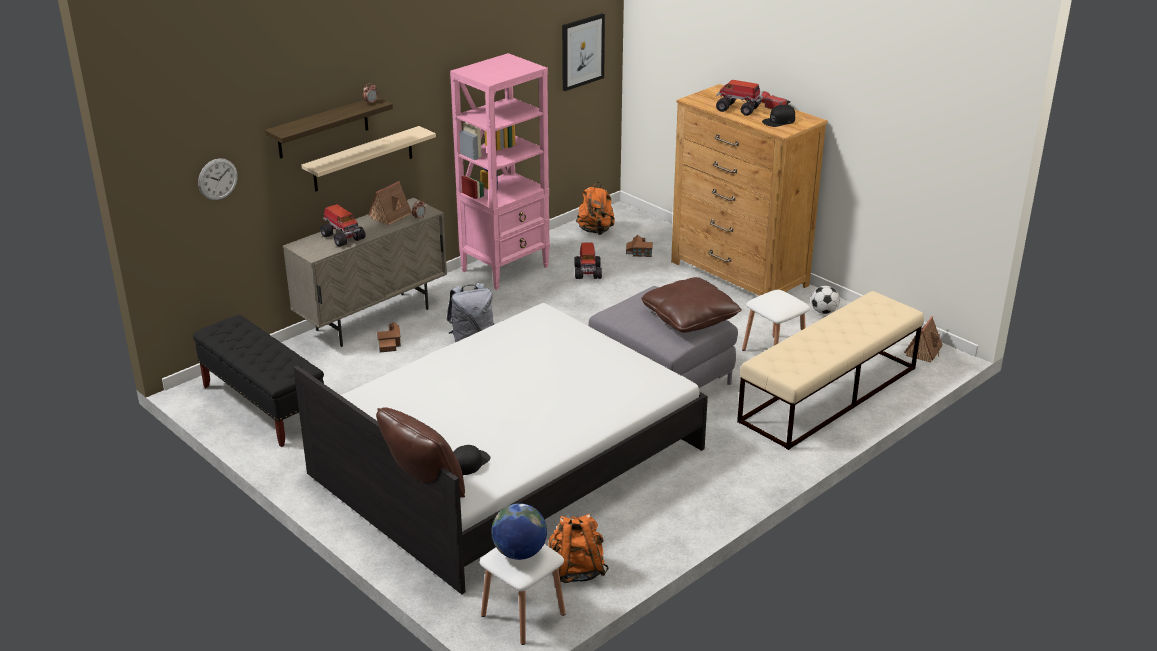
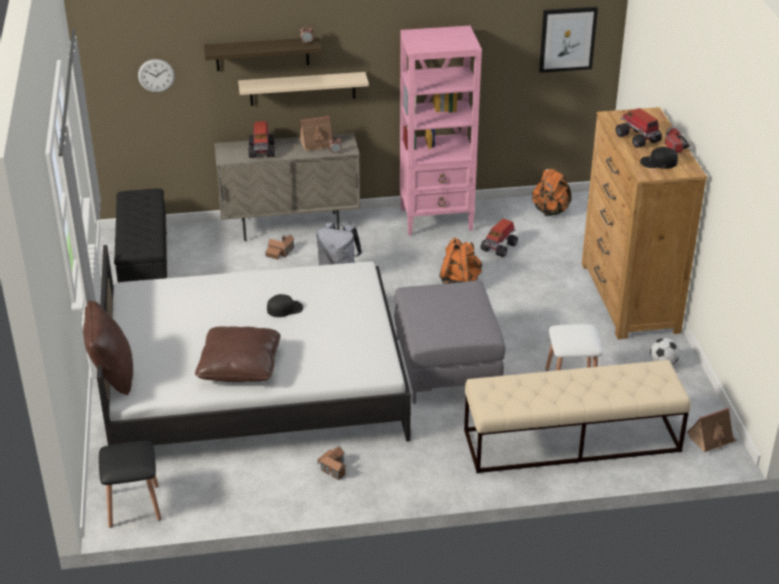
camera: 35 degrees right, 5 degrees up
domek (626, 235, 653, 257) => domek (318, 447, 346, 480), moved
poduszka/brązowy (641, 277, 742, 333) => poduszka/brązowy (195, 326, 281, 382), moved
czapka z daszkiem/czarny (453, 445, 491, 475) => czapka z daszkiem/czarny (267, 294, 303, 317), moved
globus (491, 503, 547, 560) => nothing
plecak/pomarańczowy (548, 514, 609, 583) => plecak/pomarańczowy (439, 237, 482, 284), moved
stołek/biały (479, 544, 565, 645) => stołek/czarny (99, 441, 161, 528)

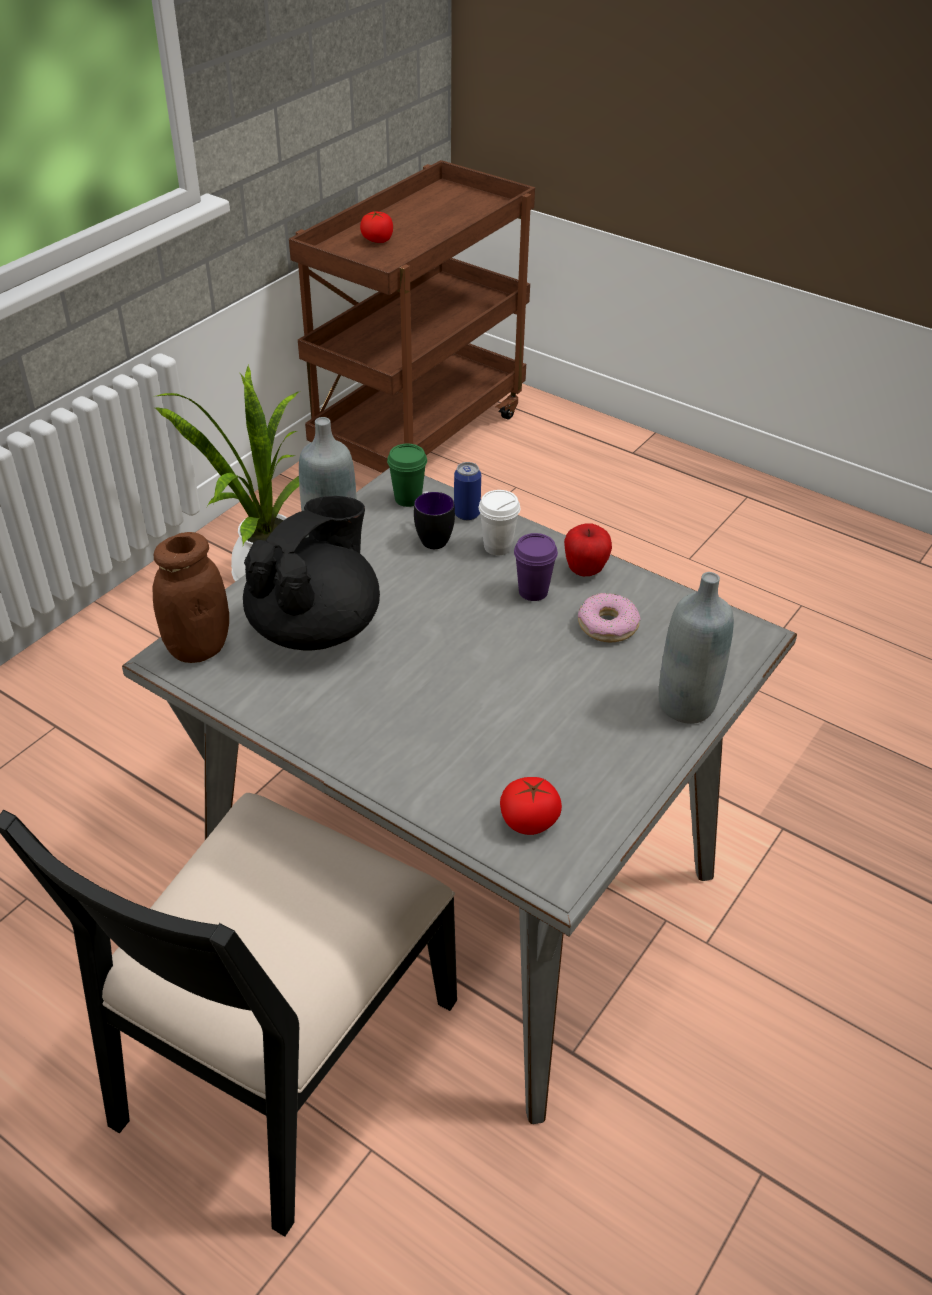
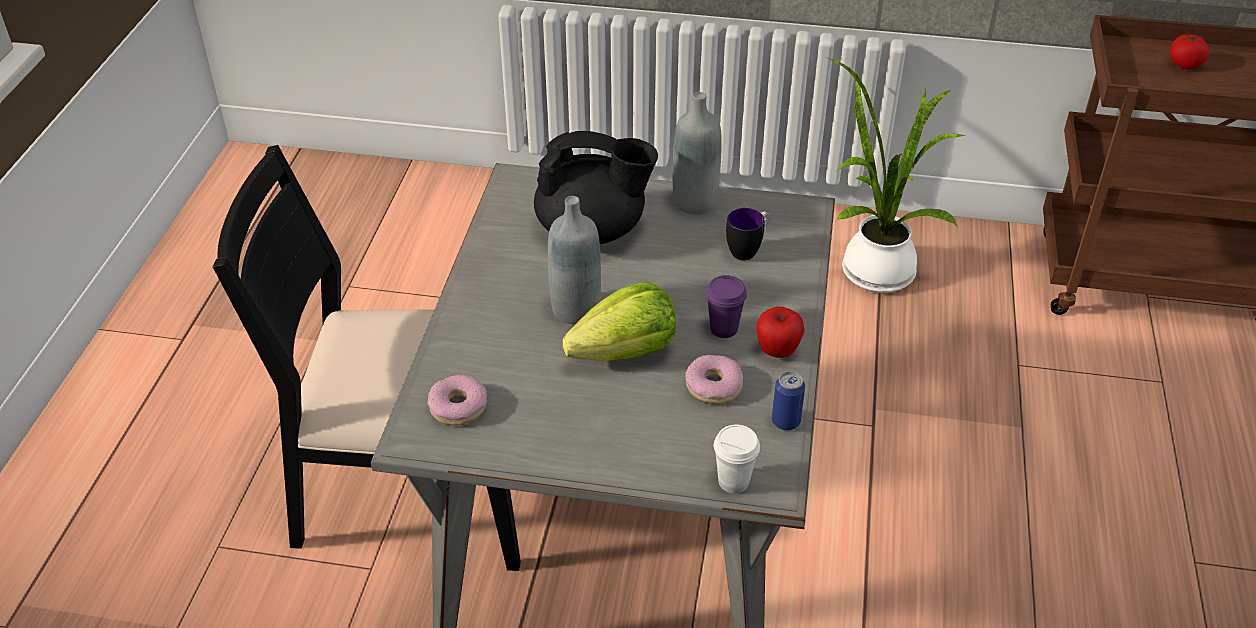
camera: 65 degrees right, 0 degrees up
filiżanka/zielony (387, 444, 427, 507) => nothing
puszka (454, 462, 481, 521) => puszka (772, 371, 805, 431), moved
filiżanka/biały (479, 490, 520, 555) => filiżanka/biały (714, 425, 760, 493), moved
słoik/brązowy (153, 532, 229, 663) => nothing
butelka/szary (659, 572, 734, 724) => butelka/szary (548, 196, 601, 325), moved
pomidor (500, 777, 562, 835) => donut (428, 374, 487, 425)
nothing => sałata (562, 282, 676, 361)

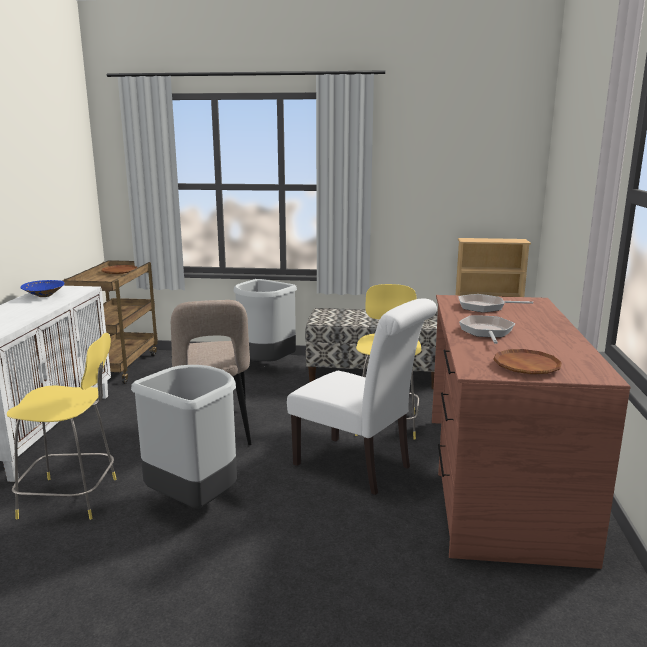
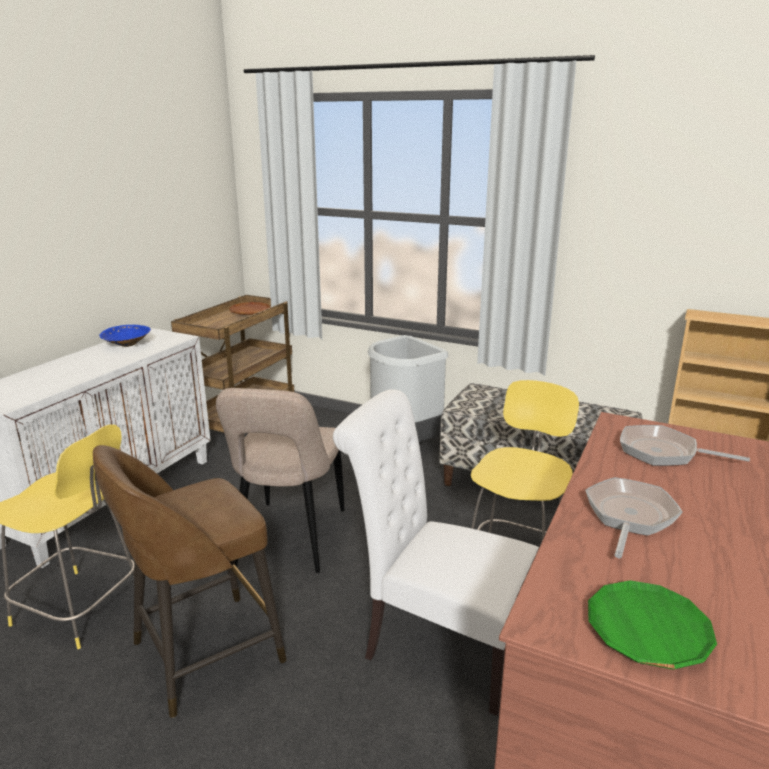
camera: 20 degrees right, 5 degrees up
krzesło/biały (287, 298, 437, 495) => krzesło/biały (333, 389, 539, 716), 150 degrees clockwise
talerz/brązowy (493, 349, 562, 374) => talerz/zielony (588, 580, 717, 670)
kosz na śmieci/szary (131, 365, 237, 509) => stołek/brązowy (93, 445, 287, 718)

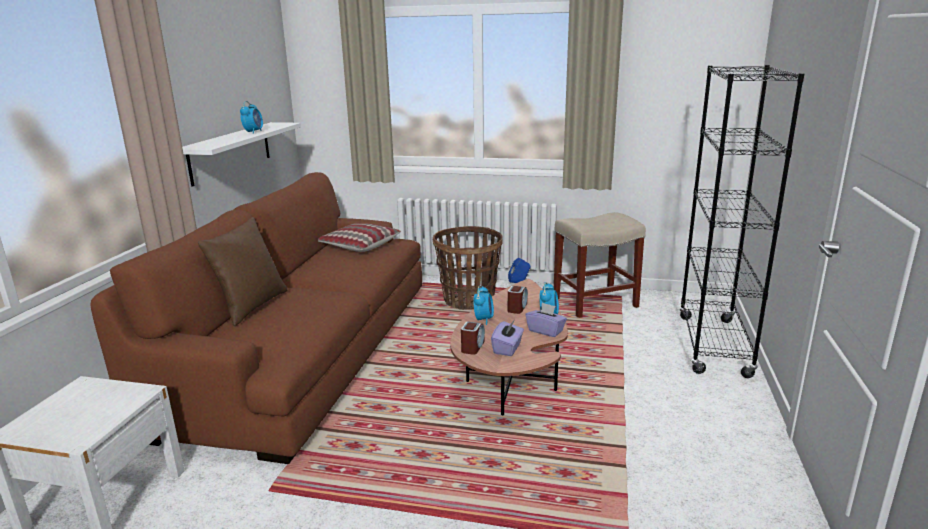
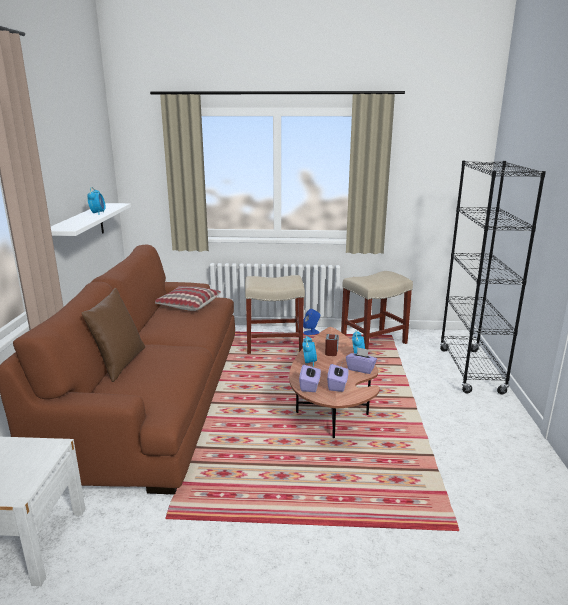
camera: 10 degrees left, 0 degrees up
koszyk (433, 226, 503, 310) => stołek/beżowy (245, 275, 305, 354)
budzik (461, 322, 485, 355) => pudełko chusteczek/fioletowy (299, 365, 321, 392)

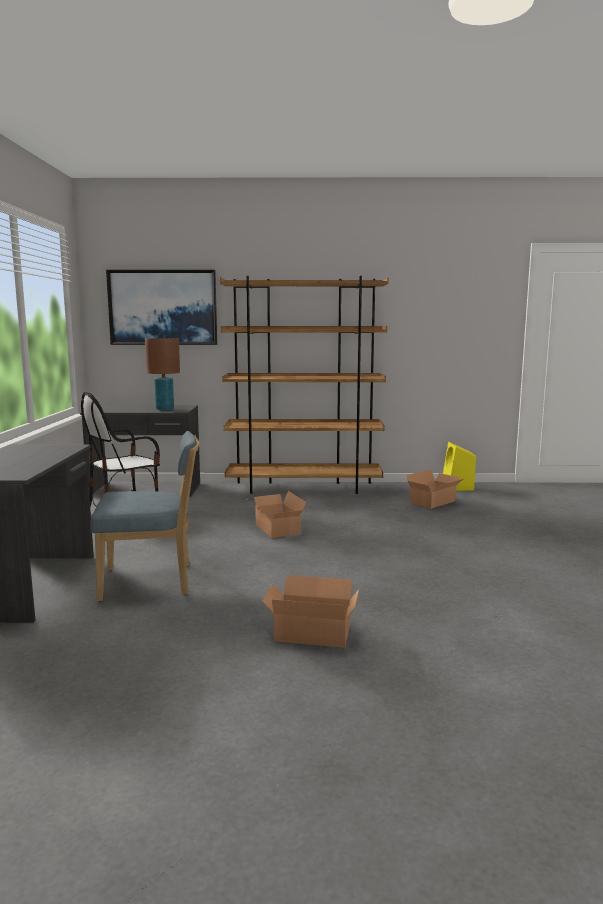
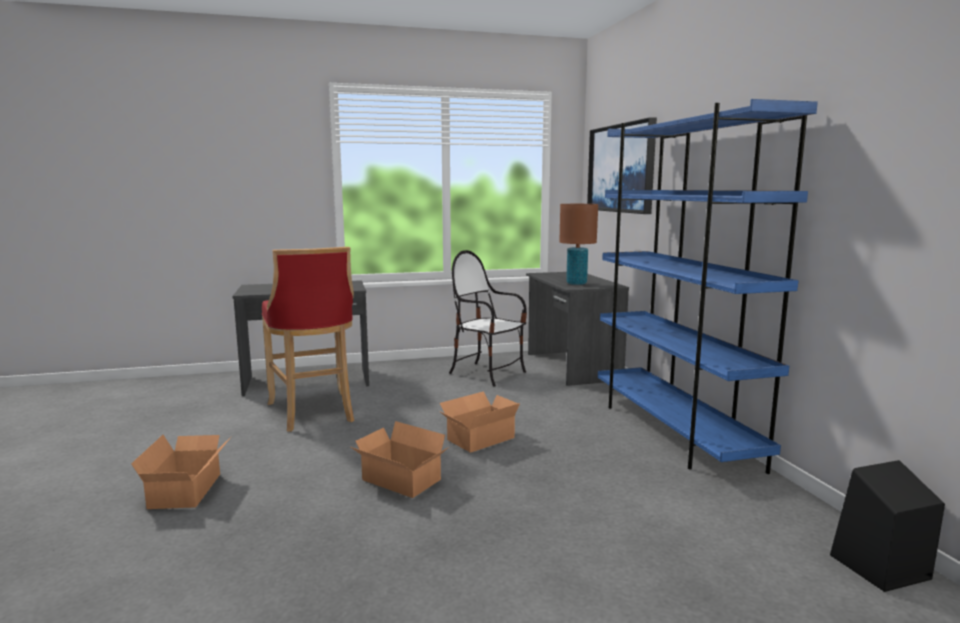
camera: 75 degrees right, 0 degrees up
regał/brązowy (220, 276, 389, 494) => regał/niebieski (598, 99, 818, 474)
krzesło/niebieski (90, 431, 199, 602) => stołek/czerwony (262, 247, 354, 432)
głośnik/żółty (443, 442, 476, 491) => głośnik/czarny (830, 460, 945, 592)
karton (407, 469, 463, 509) => karton (351, 421, 447, 498), moved

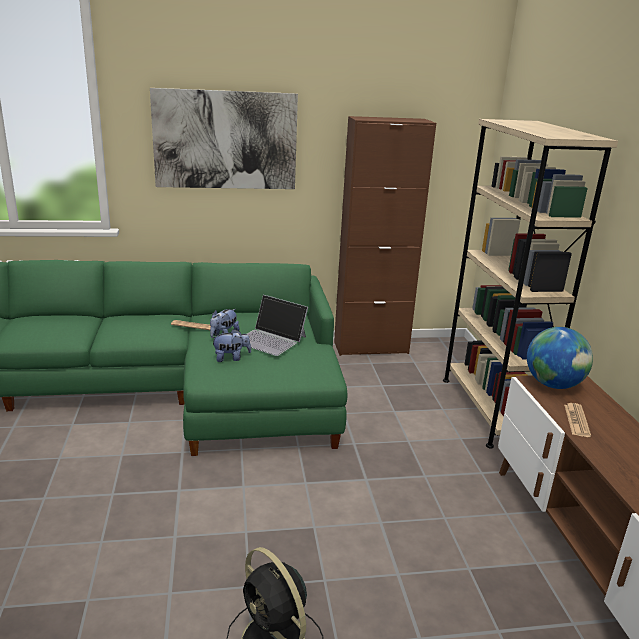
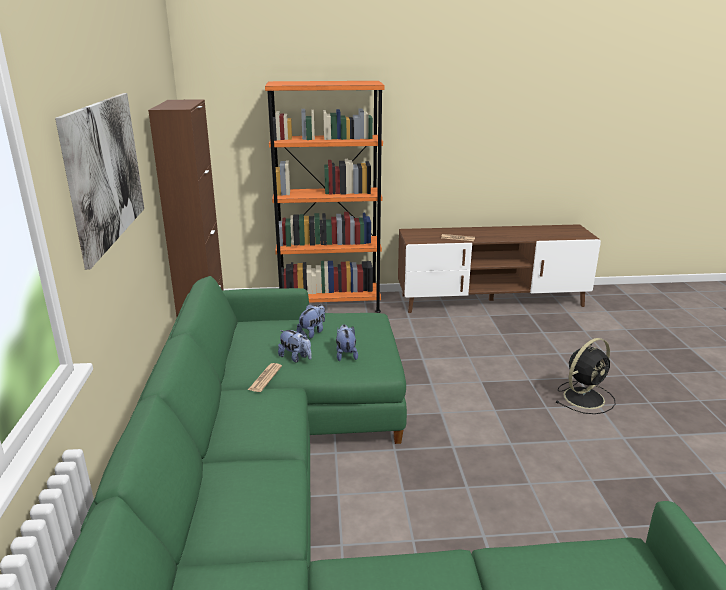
camera: 85 degrees left, 0 degrees up
regał/beżowy (443, 119, 618, 448) => regał/pomarańczowy (265, 81, 385, 313)
laptop (247, 295, 308, 356) => pluszak (297, 304, 325, 338)
globus (527, 327, 593, 389) => nothing

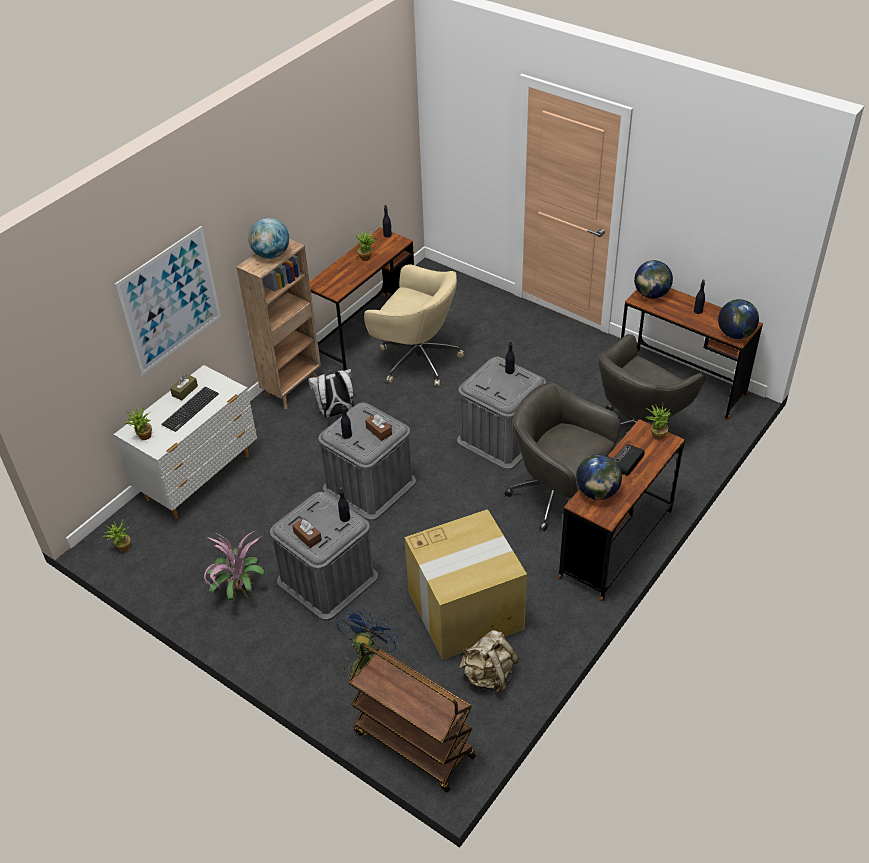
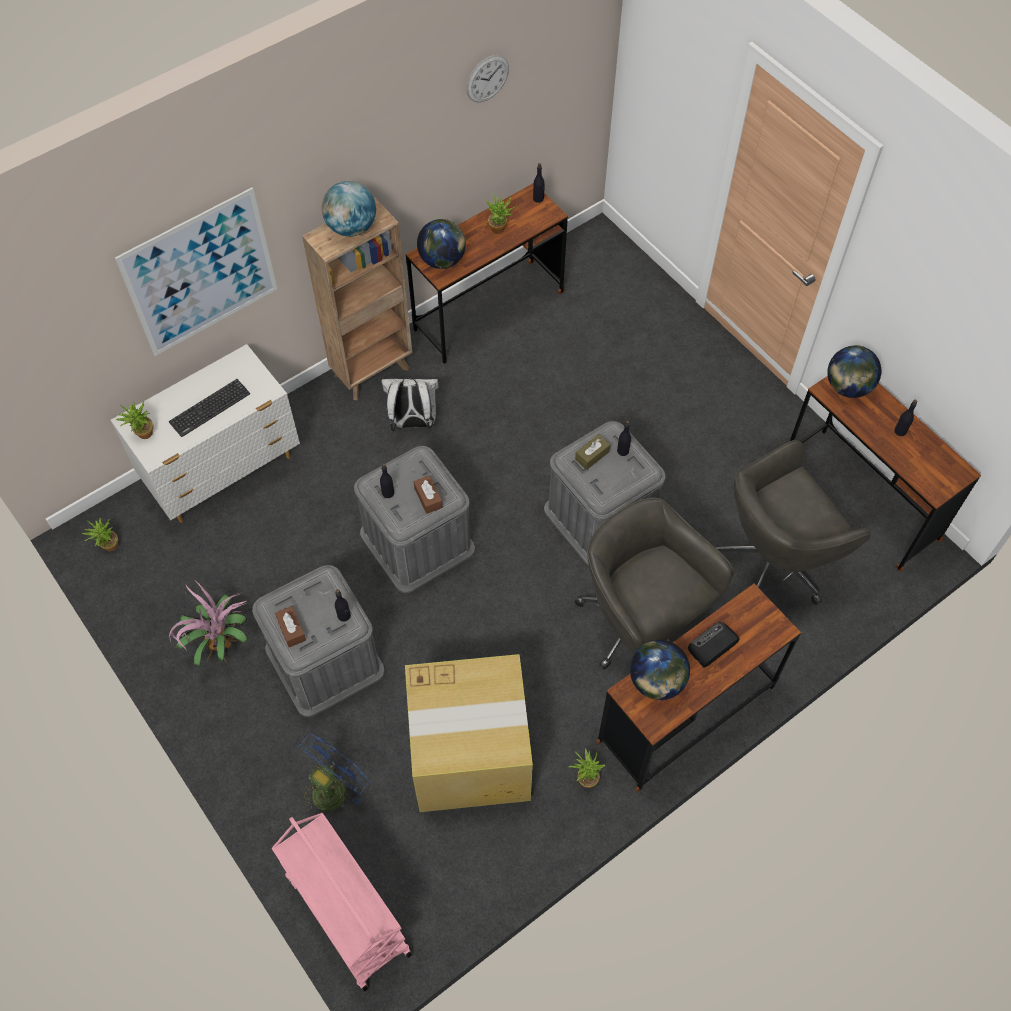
camera: 15 degrees right, 15 degrees up
krzesło biurowe/beżowy (364, 264, 464, 387) => nothing
globus (718, 299, 759, 339) => globus (417, 219, 466, 269), moved
pudełko chusteczek/brązowy (170, 374, 198, 400) => pudełko chusteczek/brązowy (575, 434, 610, 470), moved
roślina doniczkowa (646, 402, 672, 440) => roślina doniczkowa (569, 748, 605, 788), moved
plecak/beżowy (459, 630, 520, 695) => nothing
wózek/brązowy (348, 643, 476, 792) => wózek/różowy (272, 813, 412, 992)
nothing => zegar ścienny (466, 55, 509, 102)

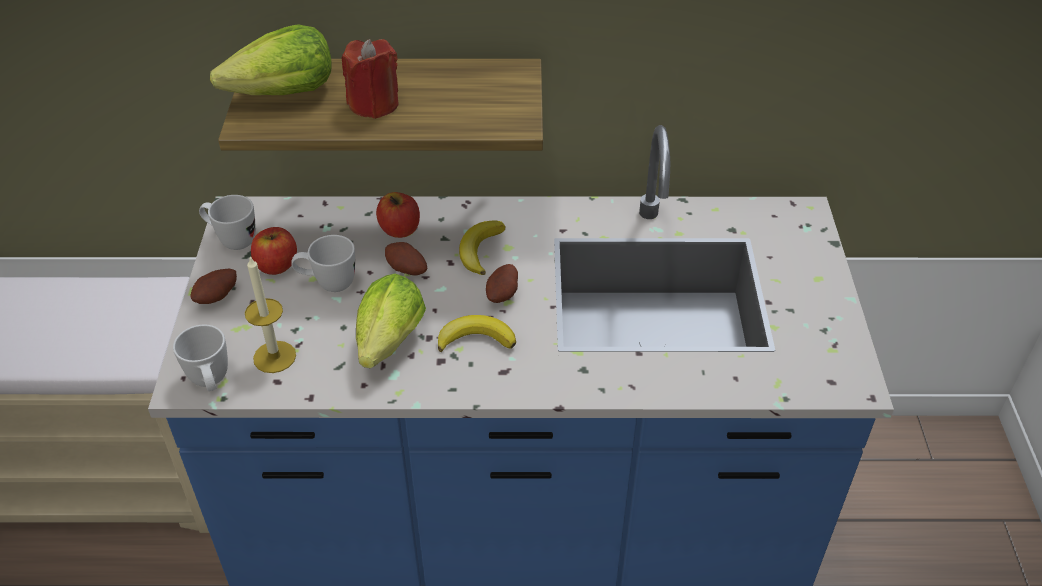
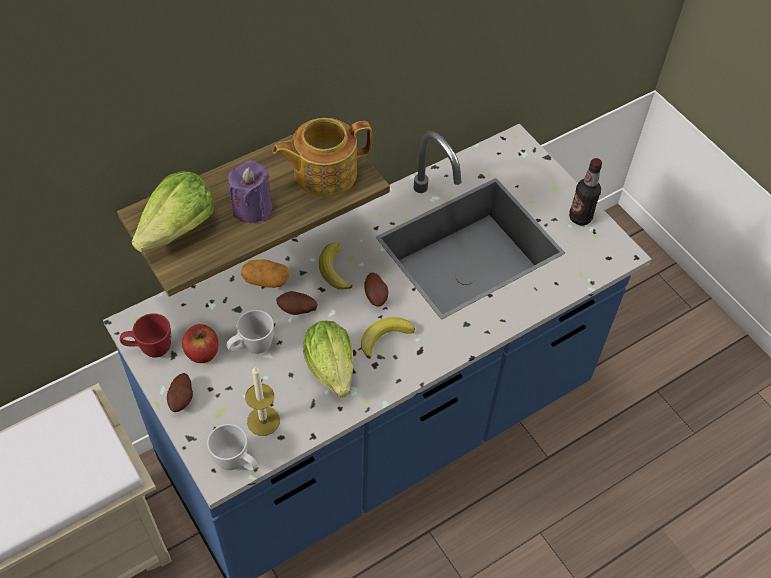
camera: 35 degrees left, 10 degrees up
świeca/czerwony (342, 39, 399, 119) => świeca/fioletowy (228, 160, 272, 223)
jabłko (376, 192, 420, 238) => ziemniak (241, 259, 289, 288)
kubek/biały (199, 195, 255, 250) => kubek/czerwony (120, 313, 171, 358)
nothing => imbryk (272, 118, 372, 197)
nothing => butelka (569, 158, 602, 225)

